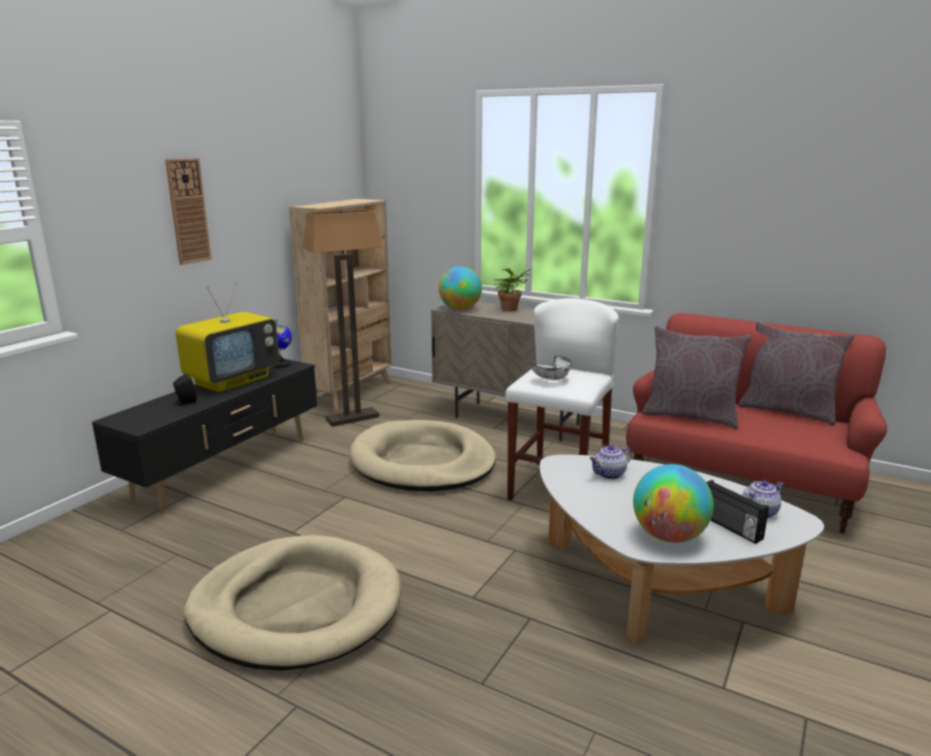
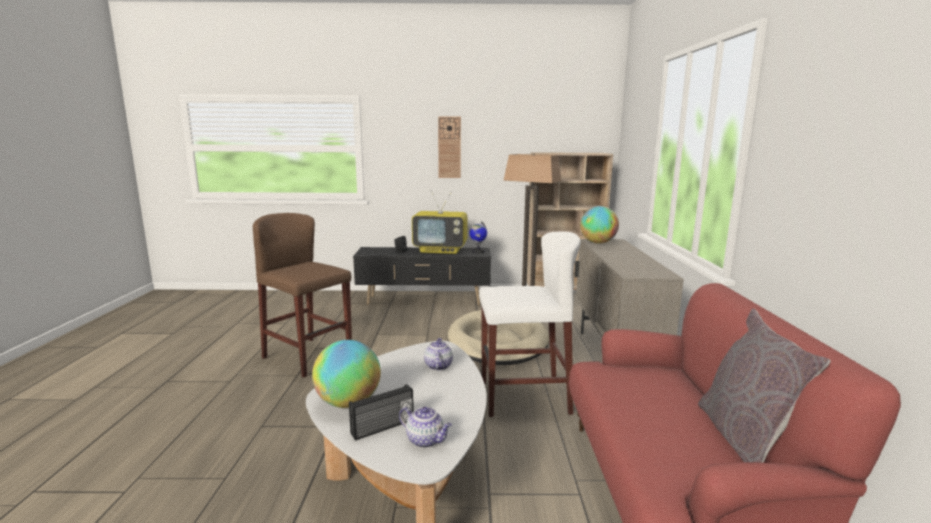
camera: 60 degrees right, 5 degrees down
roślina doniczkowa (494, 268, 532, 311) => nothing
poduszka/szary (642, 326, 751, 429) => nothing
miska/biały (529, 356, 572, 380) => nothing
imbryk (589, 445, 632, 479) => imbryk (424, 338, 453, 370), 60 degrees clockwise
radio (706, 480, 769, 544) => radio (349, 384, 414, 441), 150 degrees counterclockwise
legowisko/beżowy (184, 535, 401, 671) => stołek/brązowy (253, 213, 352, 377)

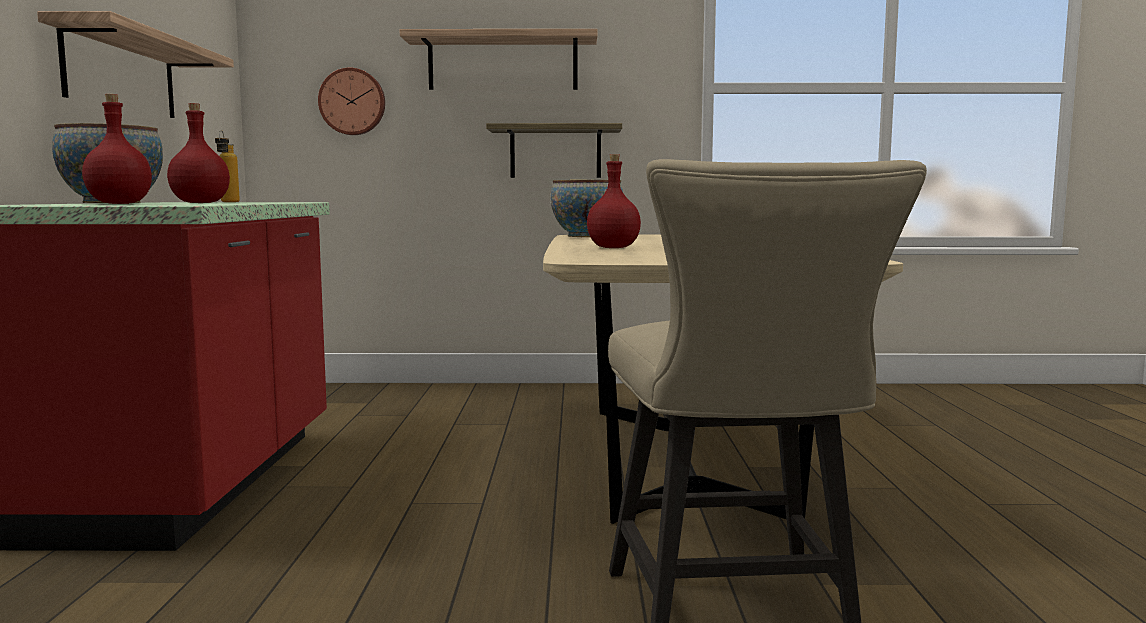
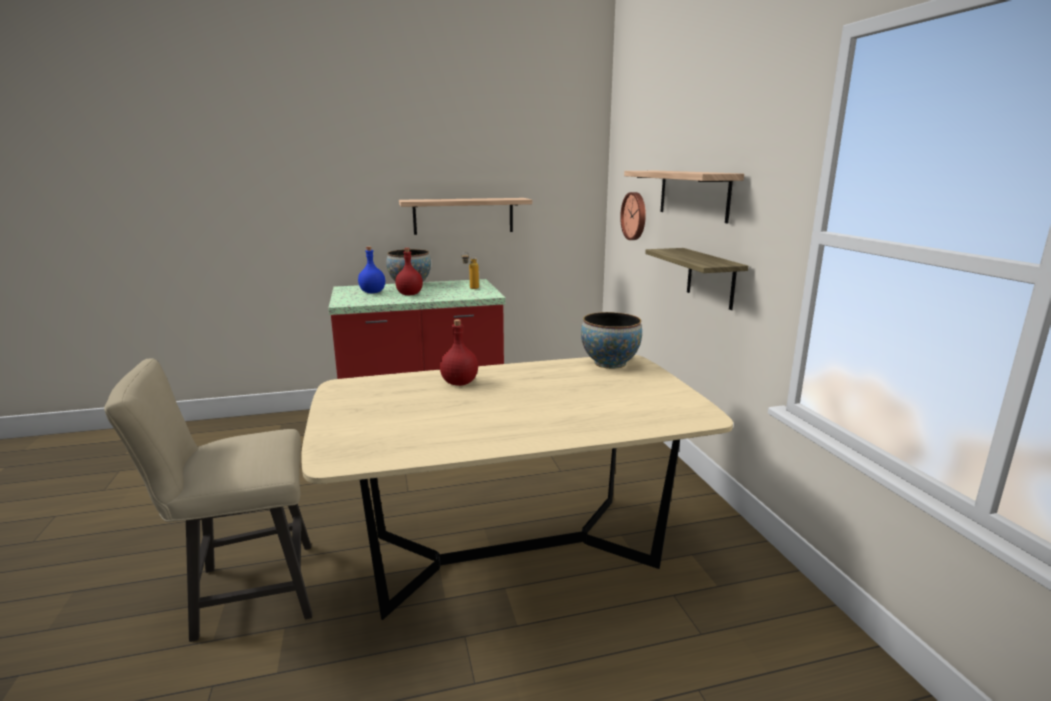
camera: 75 degrees right, 10 degrees up
butelka/czerwony (82, 94, 152, 204) => butelka/niebieski (358, 246, 385, 293)

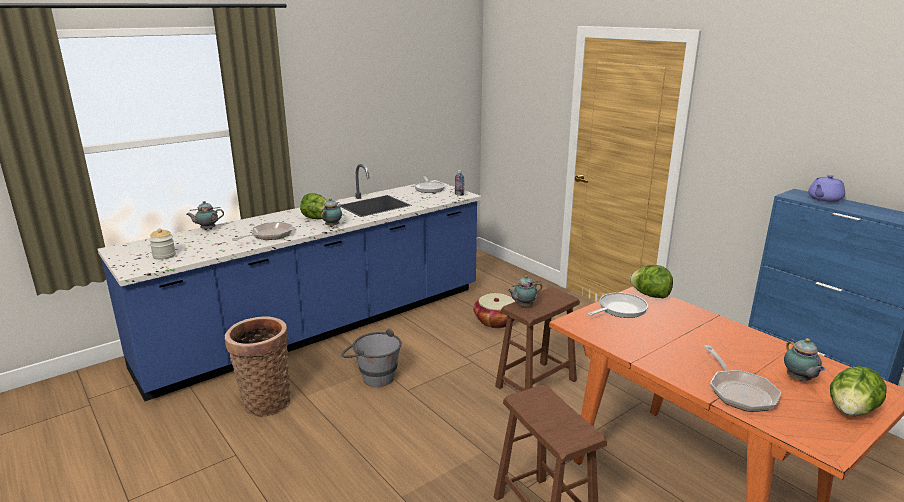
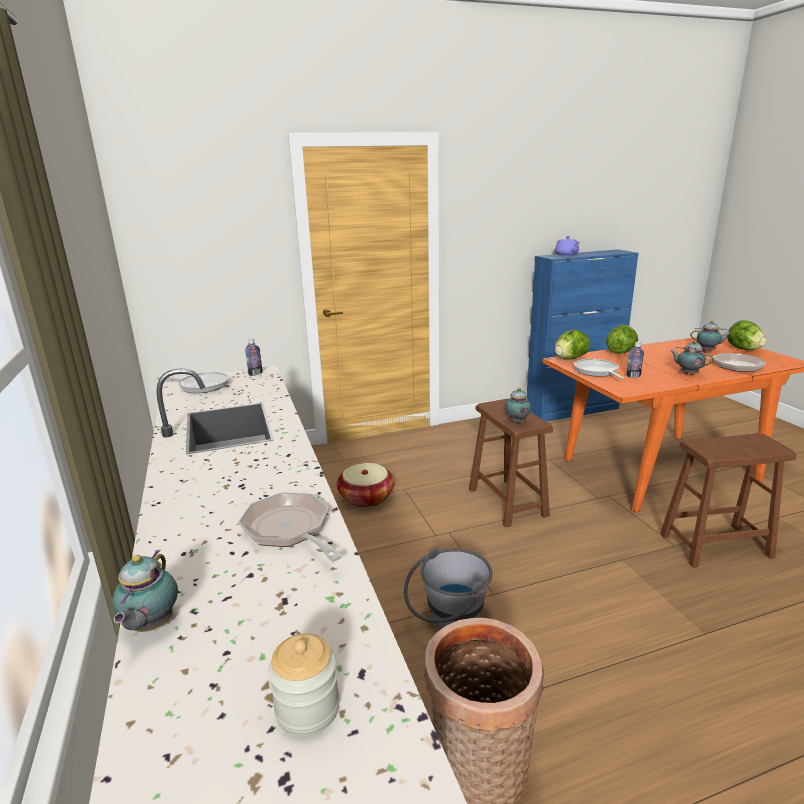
camera: 70 degrees left, 0 degrees up
sałata (300, 193, 328, 219) => sałata (606, 325, 638, 354), moved
imbryk (321, 198, 342, 227) => imbryk (670, 341, 714, 375), moved
nothing => butelka (626, 342, 644, 378)

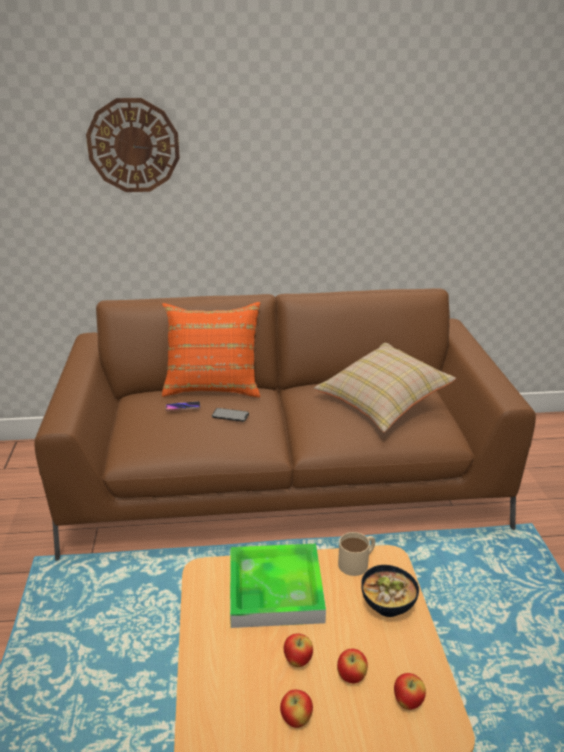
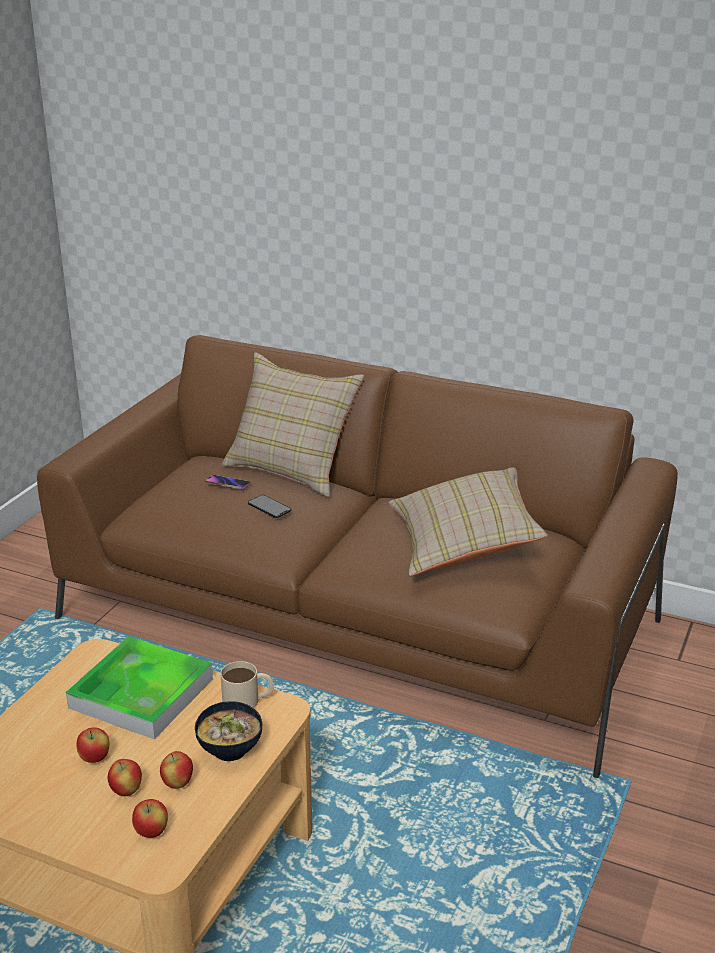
camera: 30 degrees right, 0 degrees up
zegar ścienny (86, 98, 180, 192) => nothing
poduszka/pomarańczowy (162, 302, 261, 397) => poduszka/beżowy (222, 352, 364, 497)
jabłko (280, 690, 313, 728) => jabłko (160, 751, 193, 789), moved

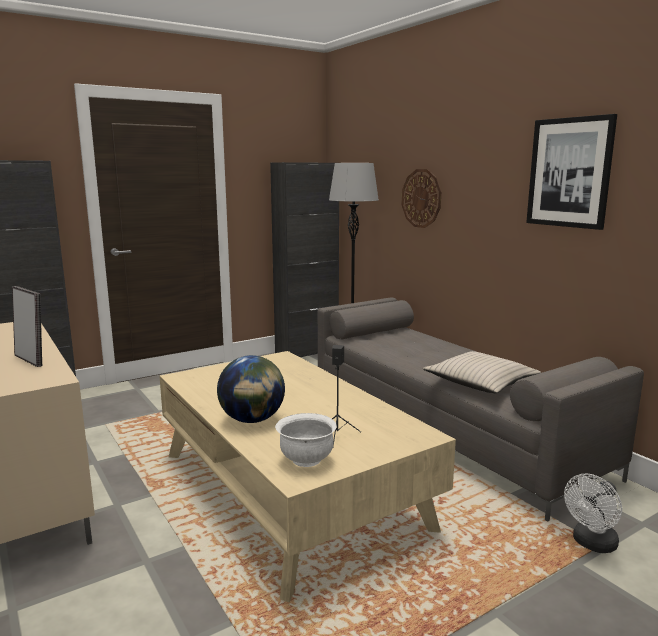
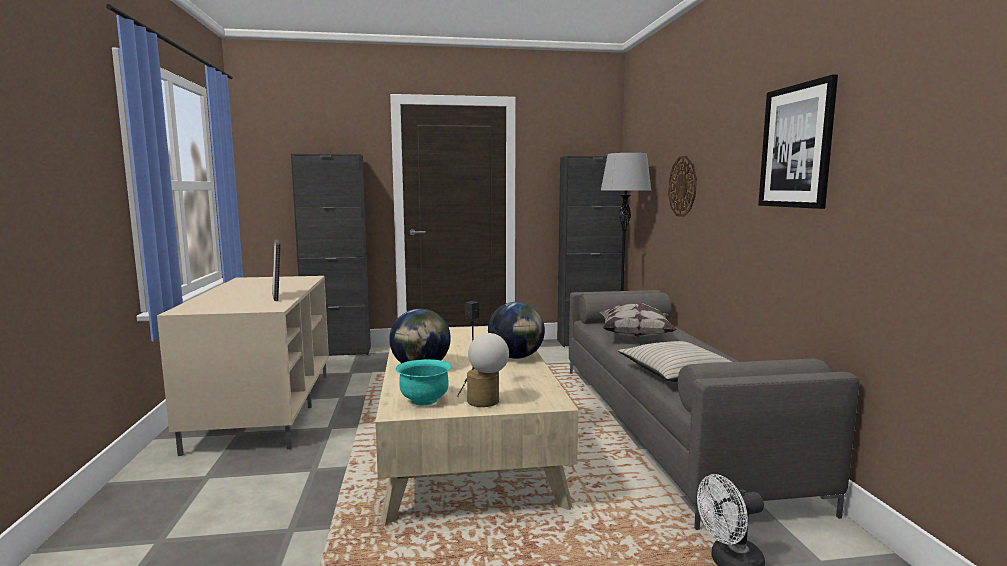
camera: 25 degrees right, 5 degrees down
miska/biały (275, 413, 337, 467) => miska/turkusowy (396, 359, 451, 405)
nothing => globus (488, 302, 545, 359)
nothing => poduszka (600, 303, 677, 339)
nothing => lampa stołowa (467, 333, 509, 407)

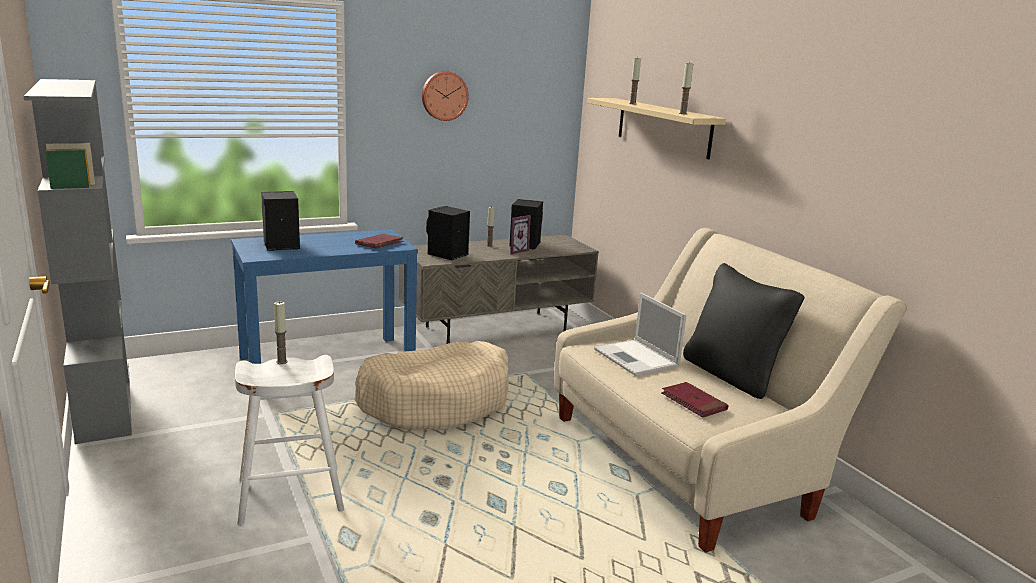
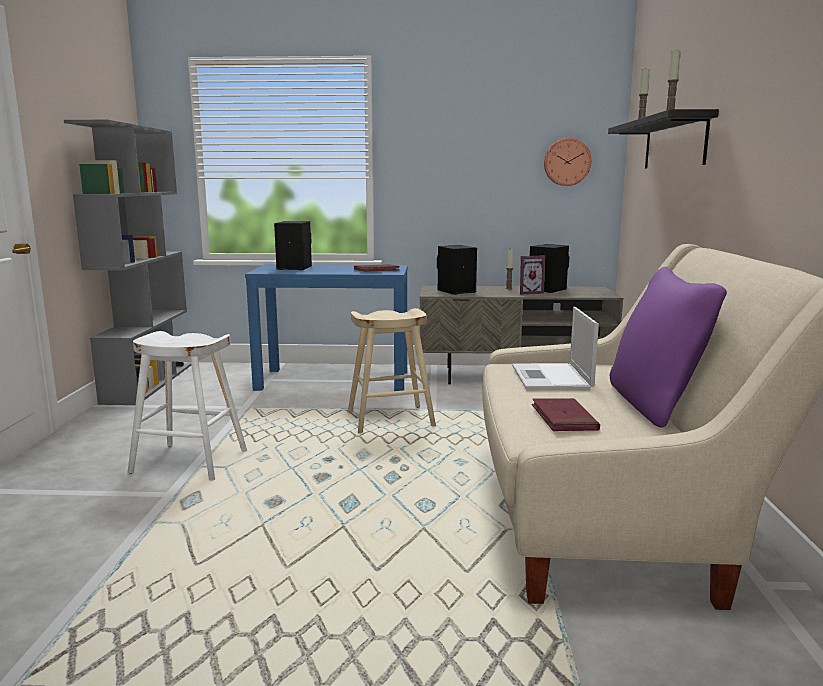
camera: 30 degrees right, 5 degrees down
zegar ścienny (422, 71, 469, 121) => zegar ścienny (544, 138, 591, 186), moved
półka/beżowy (587, 98, 726, 160) => półka/czarny (608, 109, 719, 168)
poduszka/czarny (683, 263, 804, 399) => poduszka/fioletowy (610, 267, 727, 428)
świeca (274, 301, 288, 364) => nothing
legowisko/beżowy (355, 341, 509, 430) => stołek/beżowy (348, 308, 436, 433)

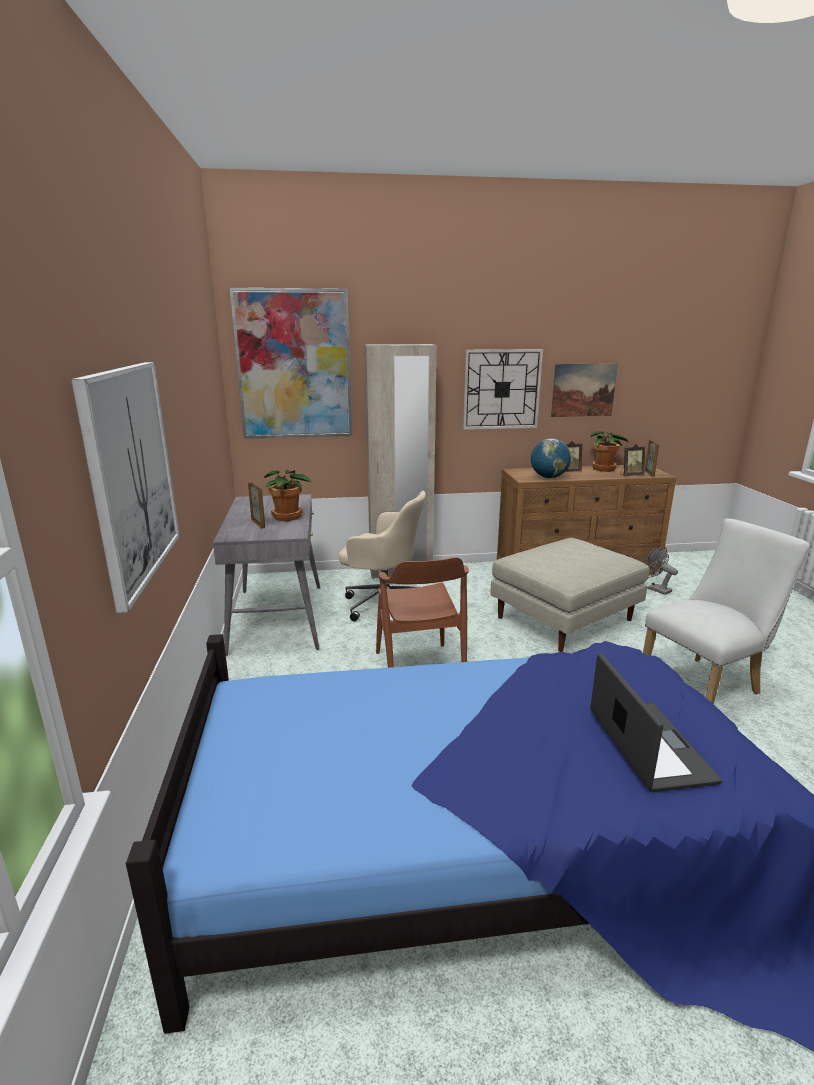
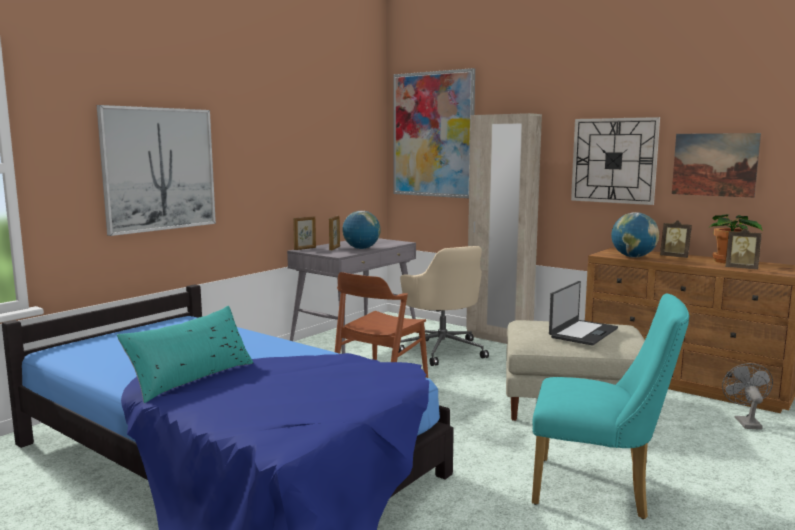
camera: 45 degrees right, 10 degrees down
ramka na zdjęcie (645, 440, 659, 477) => ramka na zdjęcie (293, 216, 316, 250), moved
roślina doniczkowa (264, 470, 313, 521) => globus (342, 211, 381, 249)
krzesło/biały (643, 519, 810, 704) => krzesło/turkusowy (532, 294, 689, 519)
laptop (590, 653, 722, 792) => laptop (549, 281, 618, 345), moved
nothing => poduszka/turkusowy (117, 306, 253, 403)

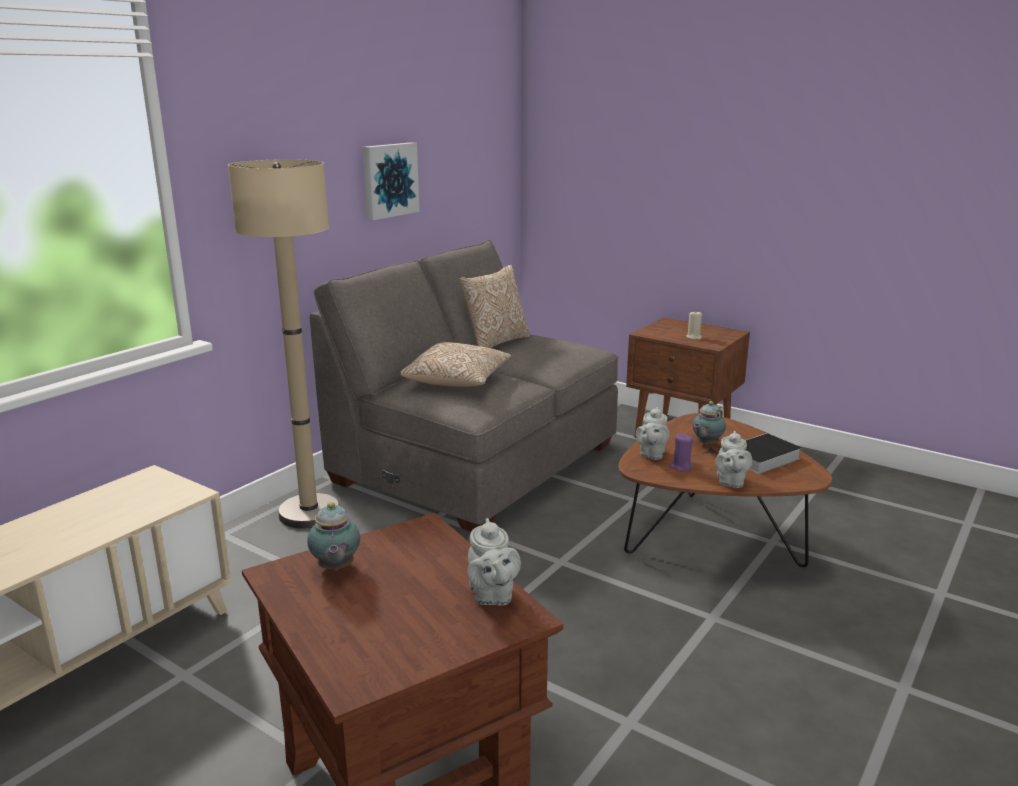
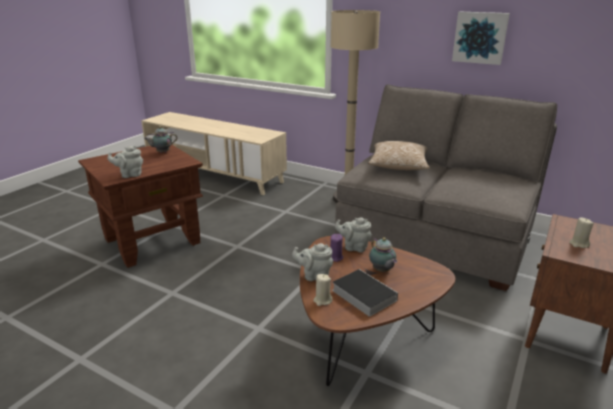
camera: 85 degrees right, 5 degrees up
poduszka (460, 265, 530, 348) => nothing
imbryk (693, 401, 726, 445) => imbryk (369, 237, 397, 272), 150 degrees counterclockwise
nothing => świeca/beżowy (313, 274, 333, 306)

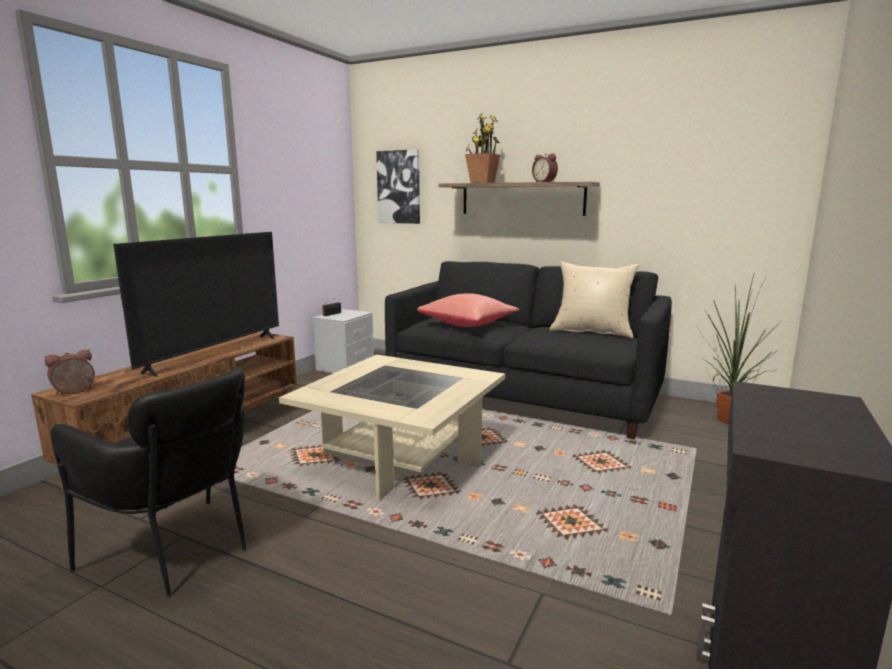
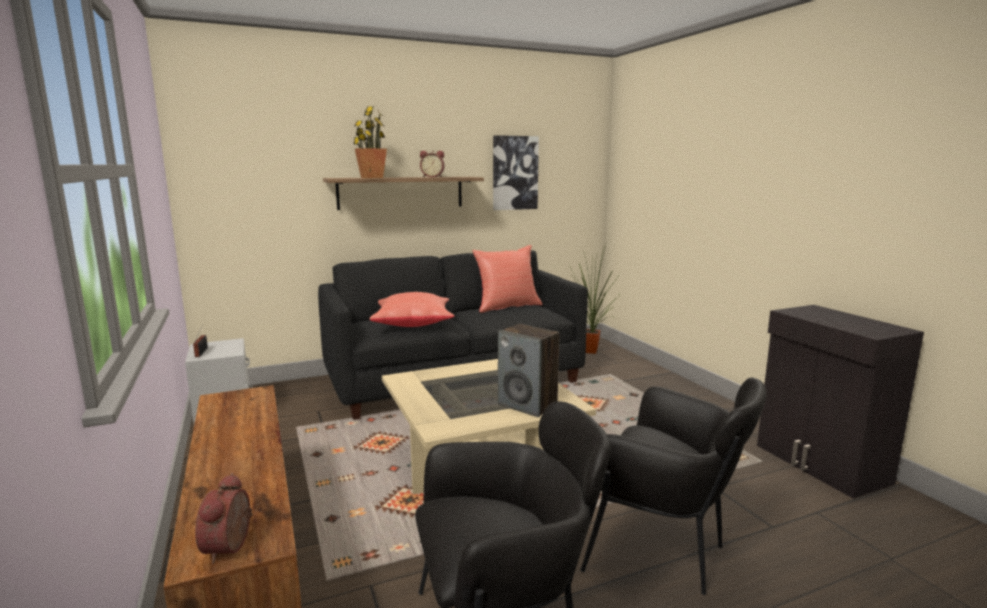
camera: 50 degrees left, 0 degrees up
obraz (376, 149, 420, 224) => obraz (493, 135, 539, 210), moved
telewizor (113, 232, 279, 377) => nothing
poduszka/beżowy (550, 261, 640, 338) => poduszka/czerwony (472, 245, 542, 313)
nothing => głośnik (498, 324, 560, 417)
nothing => fotel/czarny (580, 377, 767, 595)

